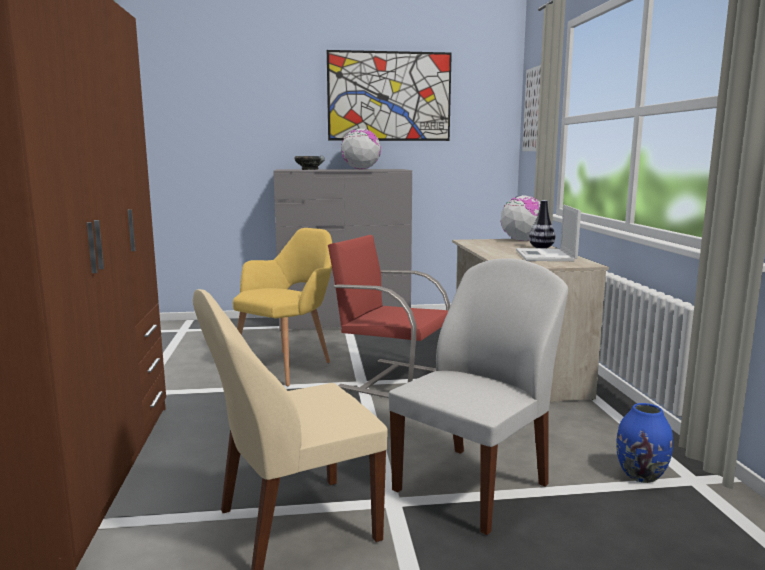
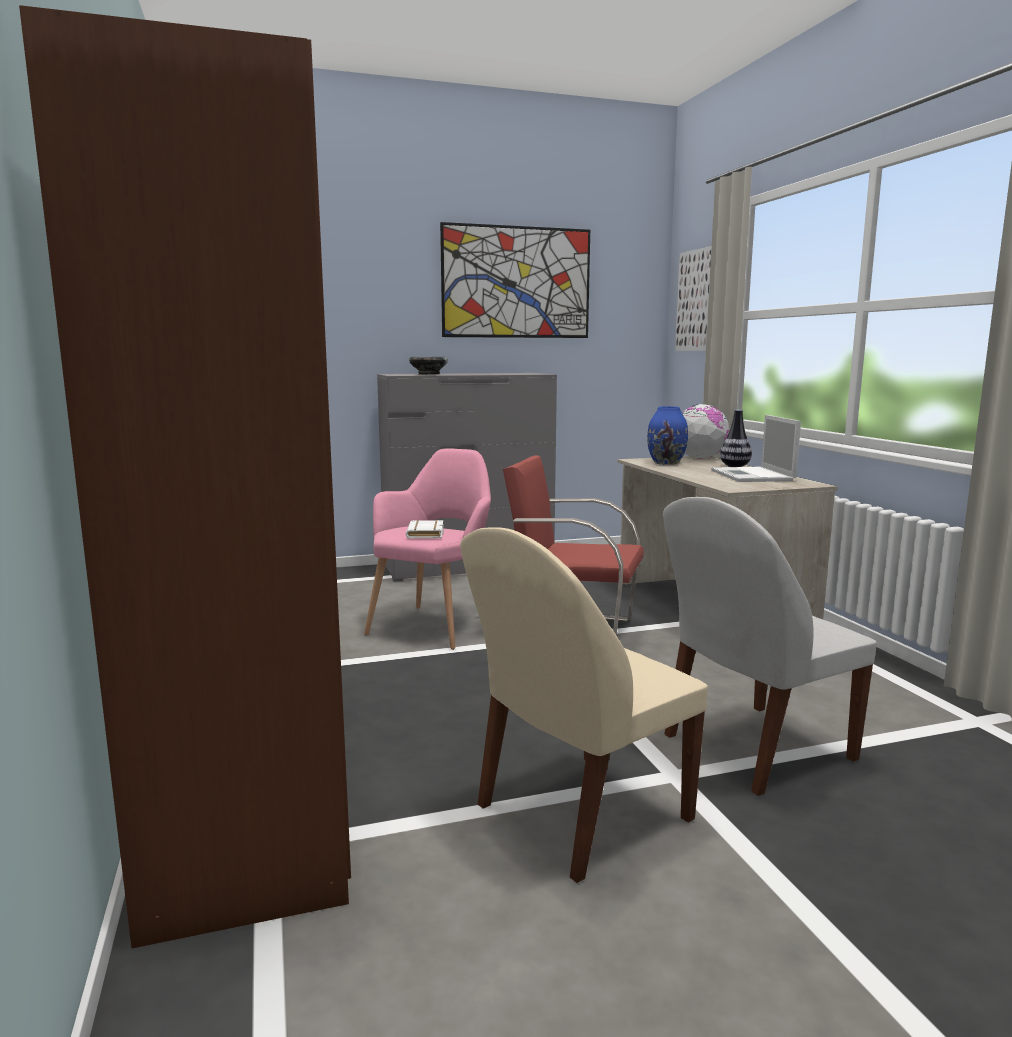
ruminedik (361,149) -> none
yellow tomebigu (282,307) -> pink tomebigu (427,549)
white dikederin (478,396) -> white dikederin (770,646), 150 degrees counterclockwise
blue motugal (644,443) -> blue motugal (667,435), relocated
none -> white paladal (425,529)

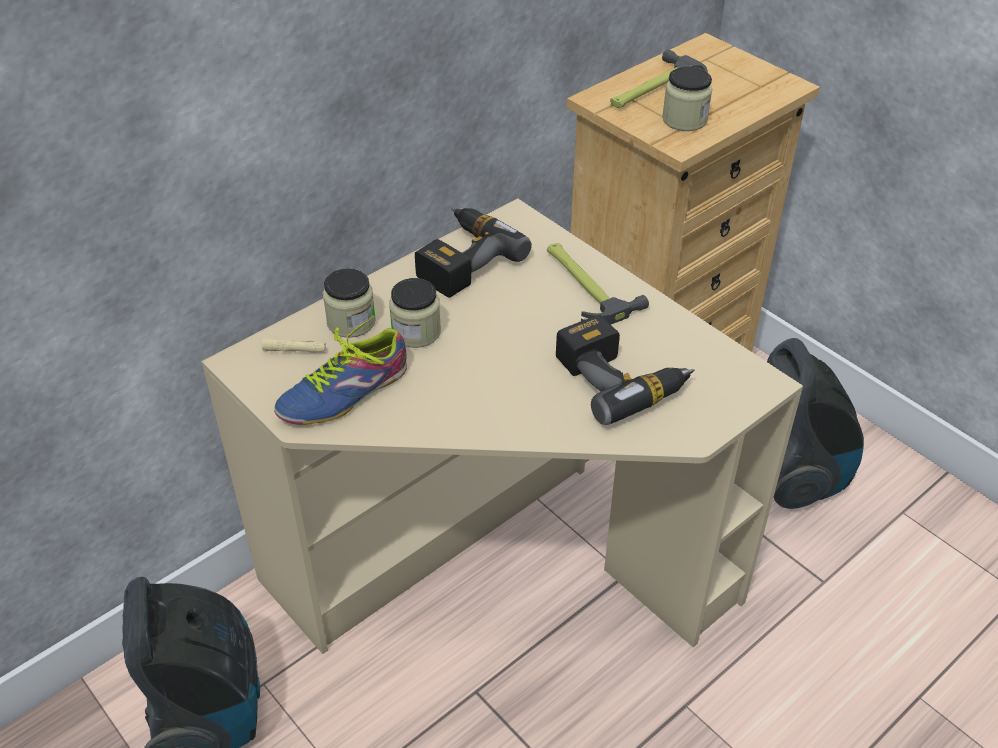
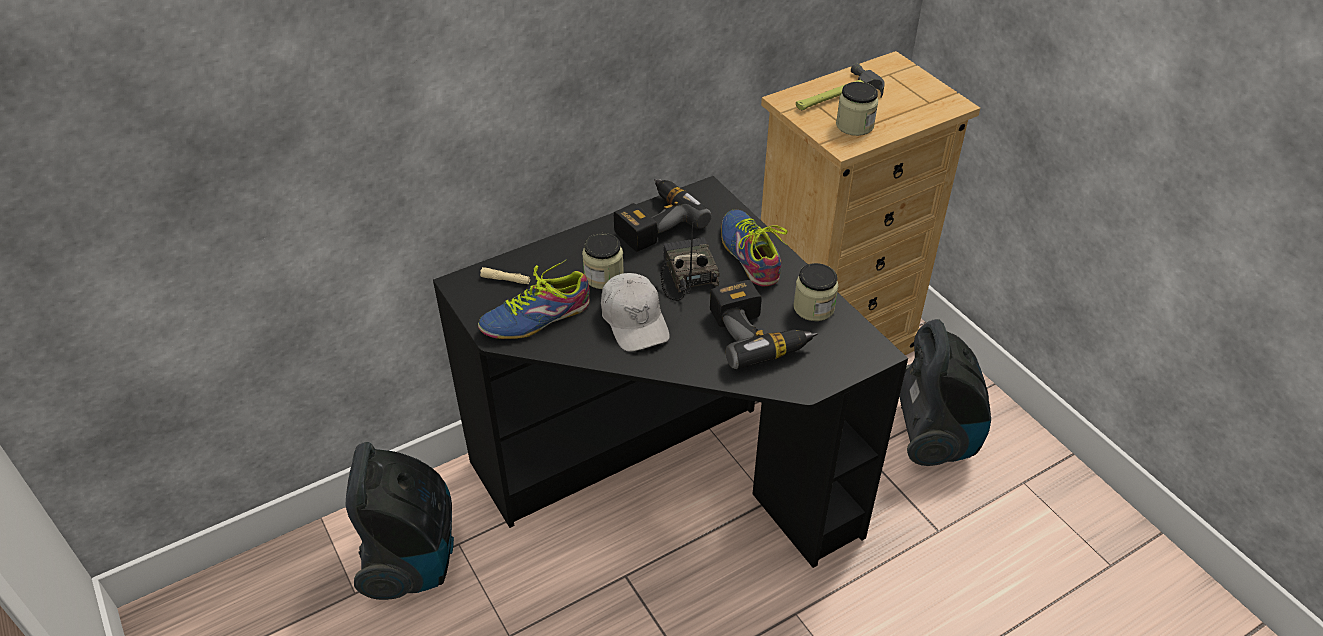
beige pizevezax (502,426) -> black pizevezax (670,372)
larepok (598,283) -> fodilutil (754,248)
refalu (349,303) -> refalu (815,292), relocated
none -> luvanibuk (690,261)
none -> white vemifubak (635,312)

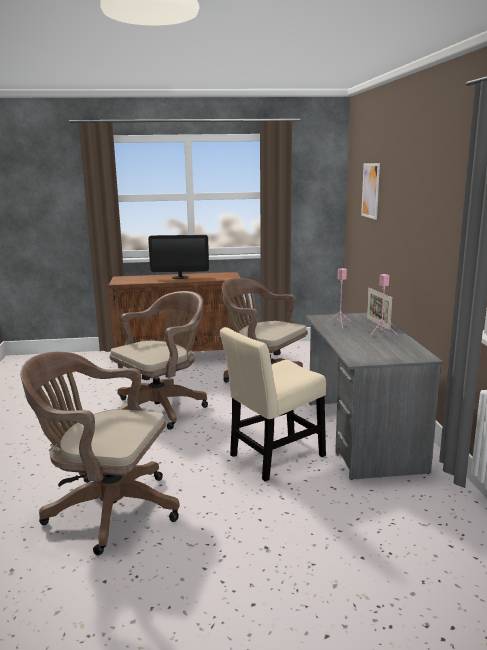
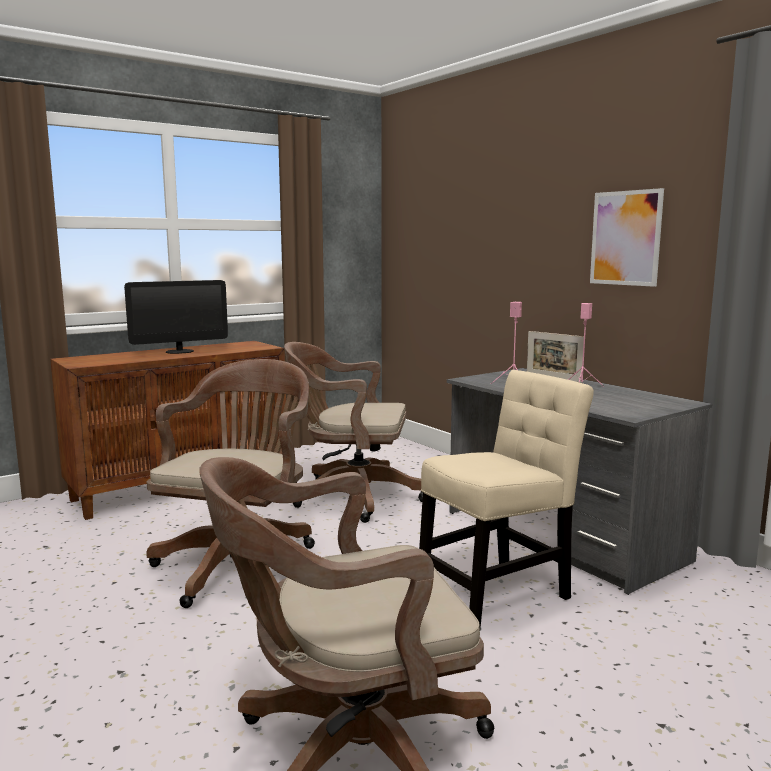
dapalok (370,191) -> dapalok (627,237), relocated
beige dikederin (273,404) -> beige dikederin (506,499), 150 degrees counterclockwise

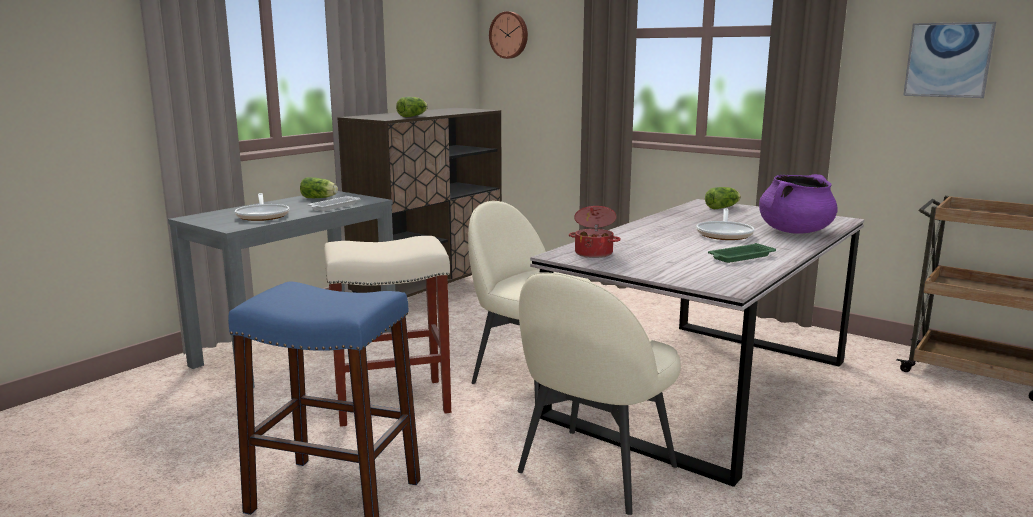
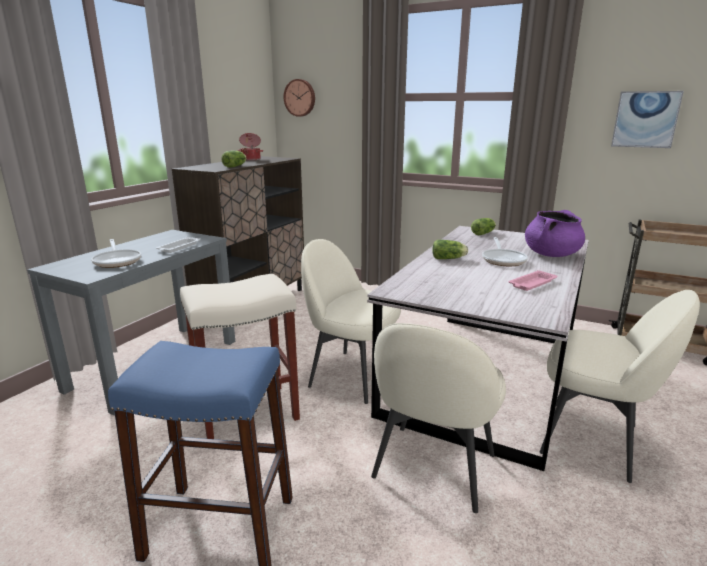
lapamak (319,187) -> lapamak (450,249), relocated
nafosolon (595,232) -> nafosolon (250,146), relocated
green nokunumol (742,253) -> pink nokunumol (533,280)
none -> beige dikederin (620,386)

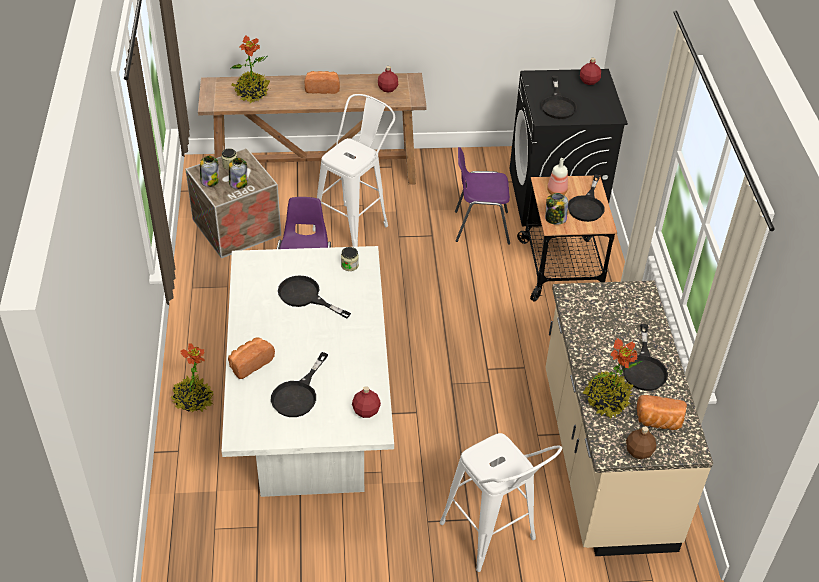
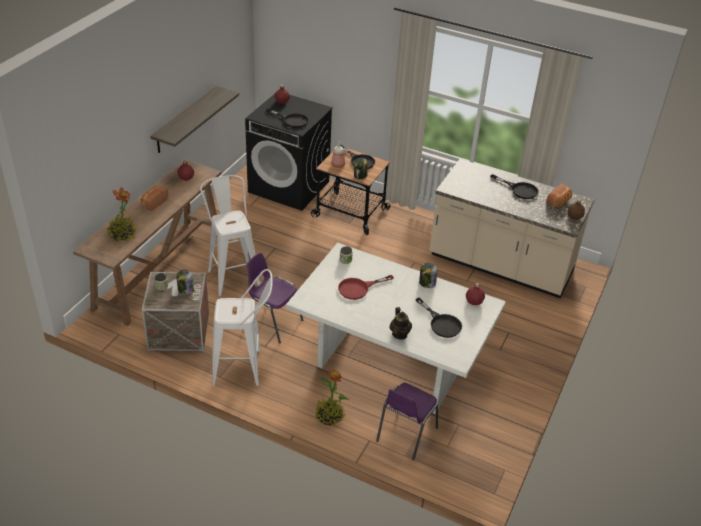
purple dikederin (482,196) -> purple dikederin (407,421), relocated
refalu (209,171) -> refalu (428,275), relocated
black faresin (314,297) -> red faresin (366,287)
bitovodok (251,358) -> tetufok (400,323)
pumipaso (612,378) -> none
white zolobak (501,502) -> white zolobak (242,327), relocated
none -> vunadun (194,119)

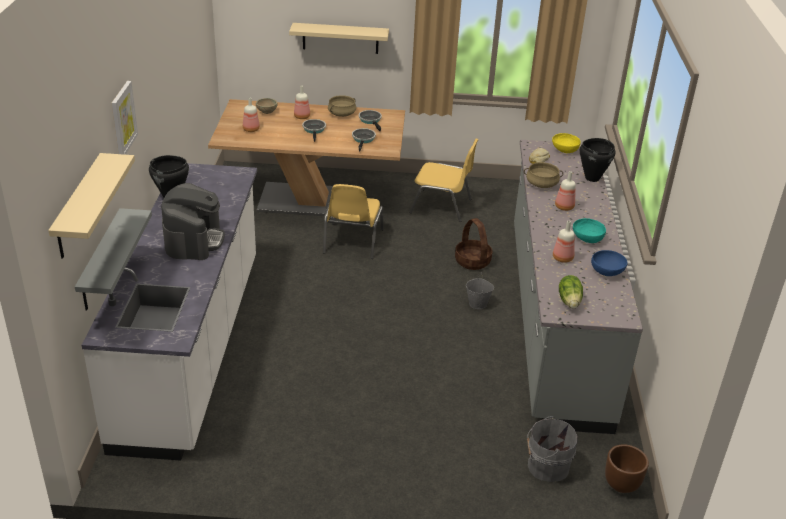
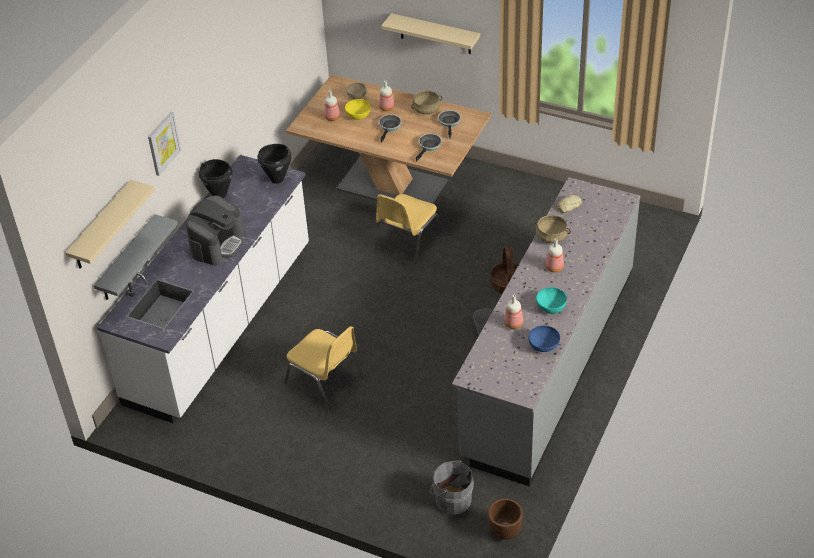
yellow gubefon (566,143) -> yellow gubefon (358,109), relocated
yellow dikederin (444,180) -> yellow dikederin (324,367), relocated
black nafosolon (597,160) -> black nafosolon (274,164), relocated
lapamak (571,292) -> none

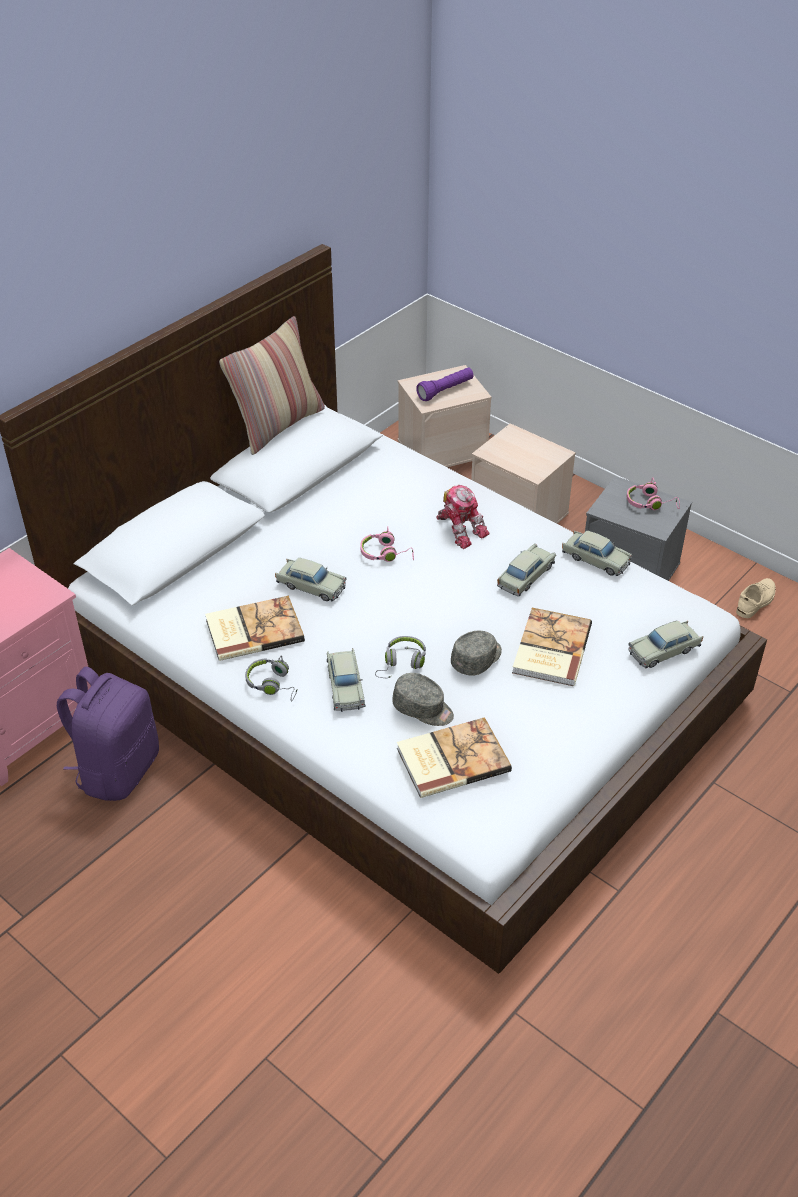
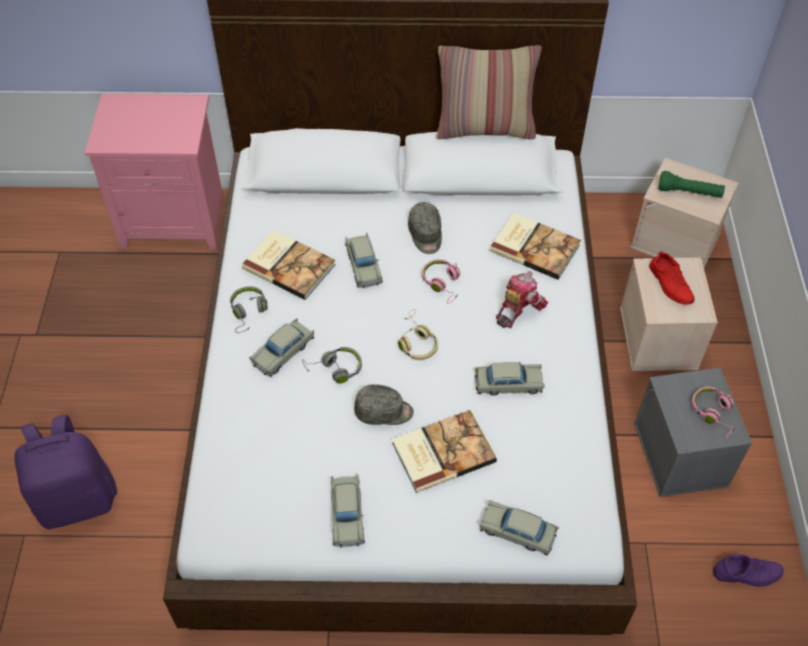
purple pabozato (444,384) -> green pabozato (691,184)
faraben (463,517) -> faraben (522,300), 150 degrees counterclockwise
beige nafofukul (597,553) -> beige nafofukul (348,511), relocated
beige fodilutil (756,598) -> purple fodilutil (748,570)
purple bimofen (108,734) -> purple bimofen (65,472), relocated
grey vemifubak (423,699) -> grey vemifubak (425,228), relocated
paladal (454,757) -> paladal (535,246), relocated
none -> red fodilutil (671,278)
none -> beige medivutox (418,334)

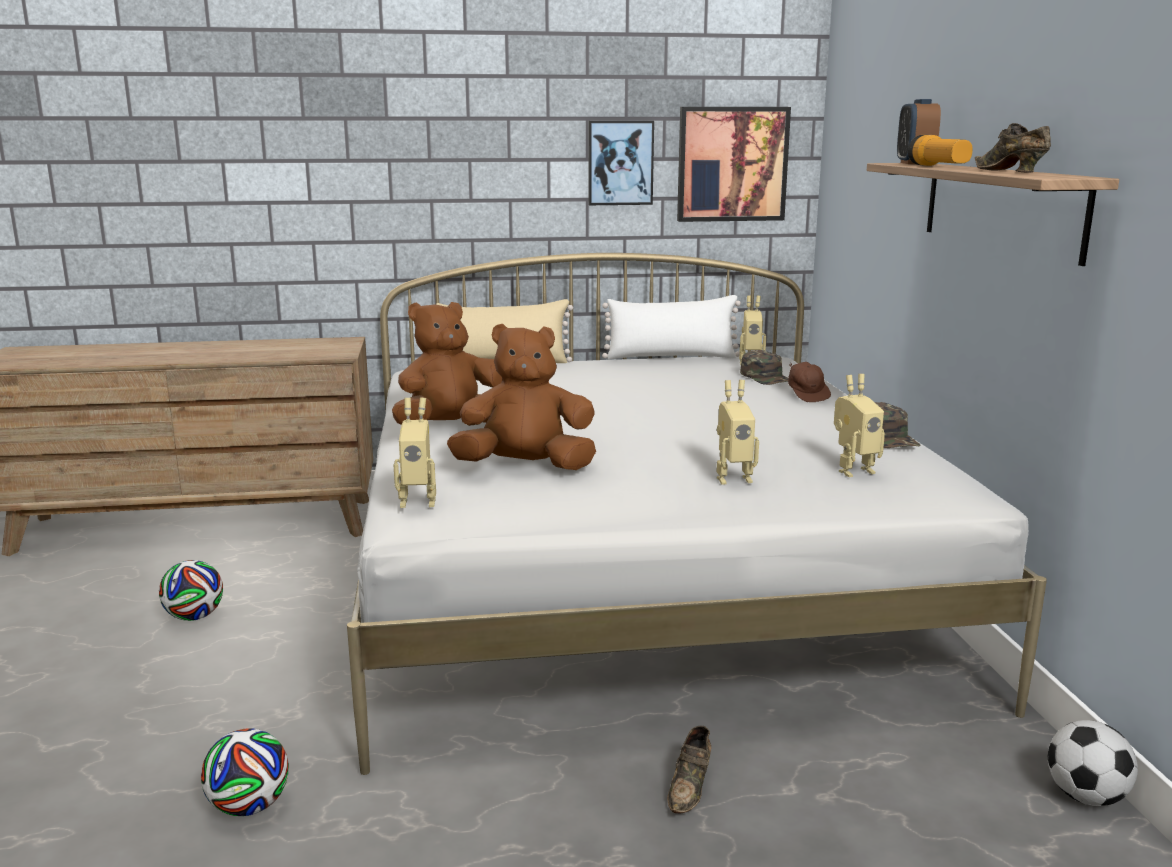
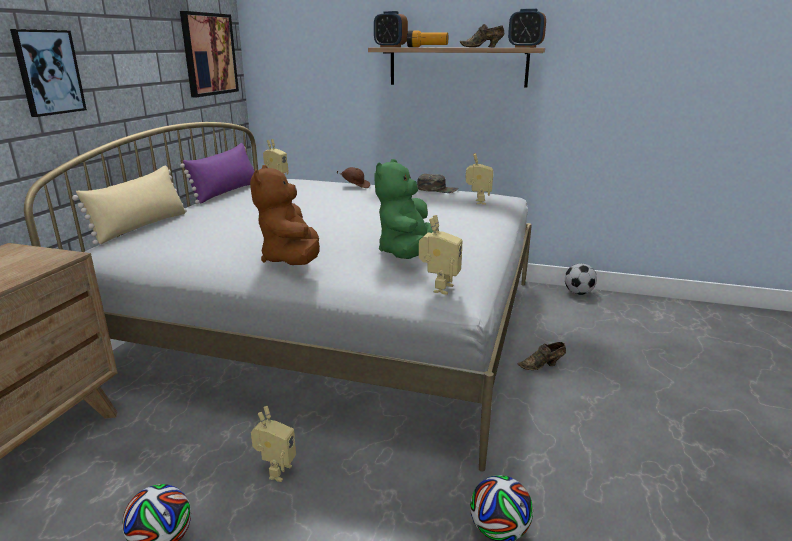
dapalok (621,163) -> dapalok (48,73), relocated
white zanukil (671,327) -> purple zanukil (217,173)
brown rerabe (521,397) -> green rerabe (403,209)
green vemifubak (764,367) -> none
faraben (738,432) -> faraben (273,444), relocated
brown fodilutil (689,769) -> brown fodilutil (541,356), 120 degrees clockwise
none -> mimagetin (527,28)

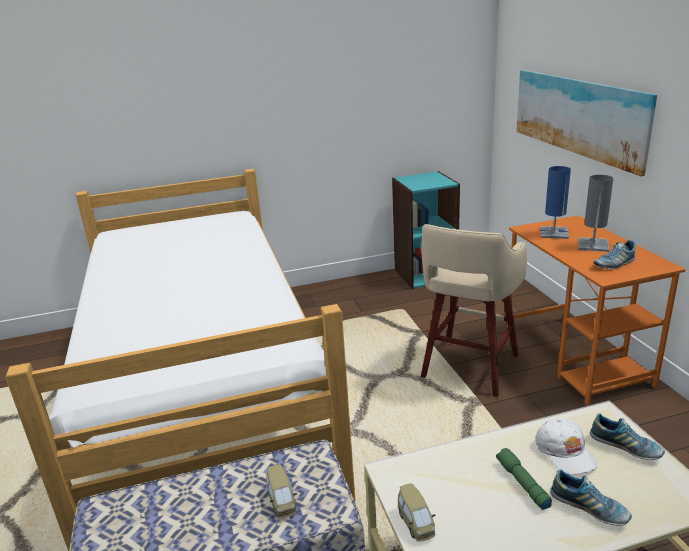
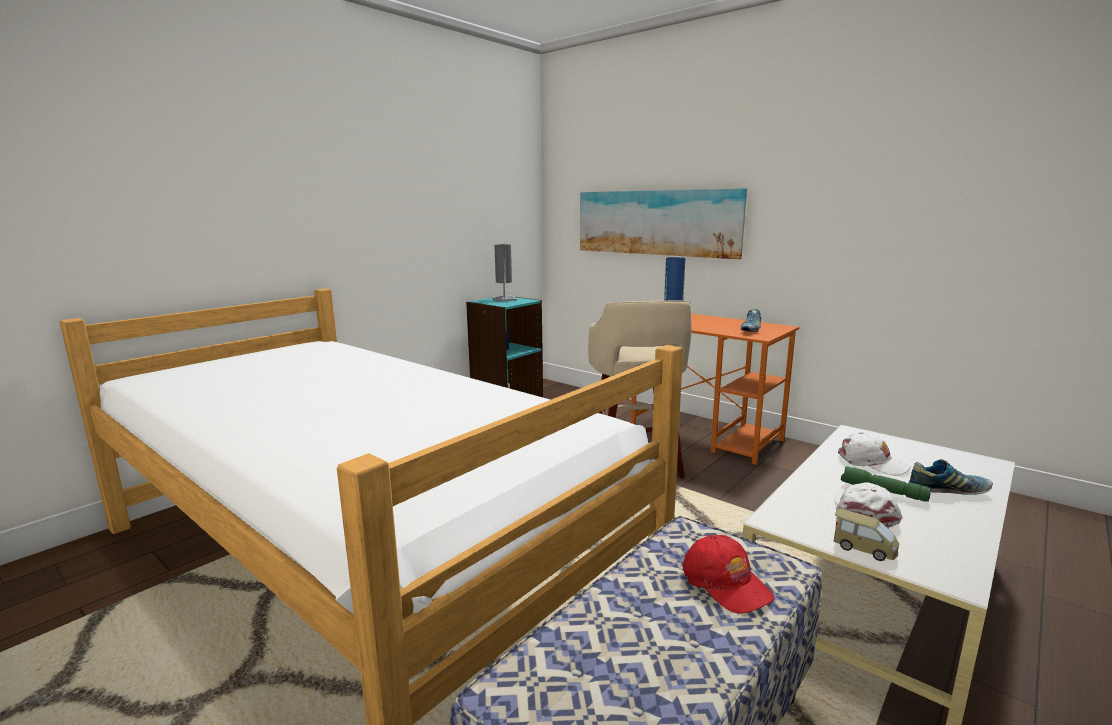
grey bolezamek (595,213) -> grey bolezamek (504,273), relocated
fodilutil (627,437) -> none
nafofukul (281,491) -> red vemifubak (728,574)
none -> white vemifubak (868,504)

